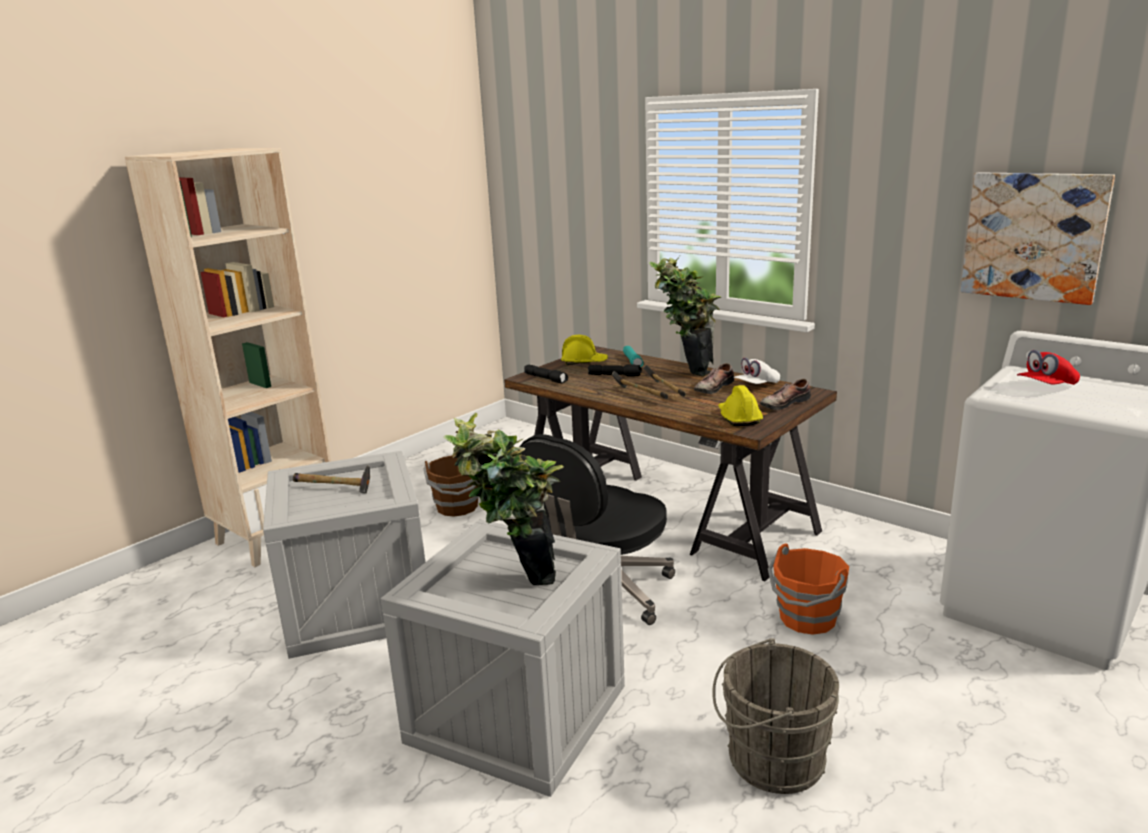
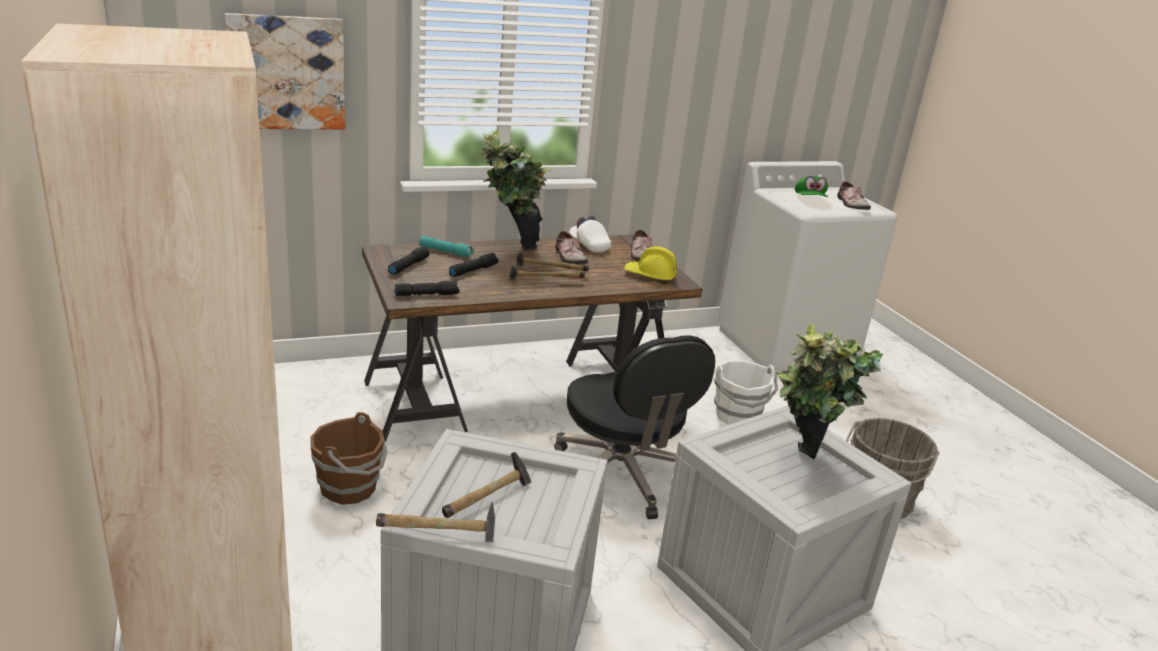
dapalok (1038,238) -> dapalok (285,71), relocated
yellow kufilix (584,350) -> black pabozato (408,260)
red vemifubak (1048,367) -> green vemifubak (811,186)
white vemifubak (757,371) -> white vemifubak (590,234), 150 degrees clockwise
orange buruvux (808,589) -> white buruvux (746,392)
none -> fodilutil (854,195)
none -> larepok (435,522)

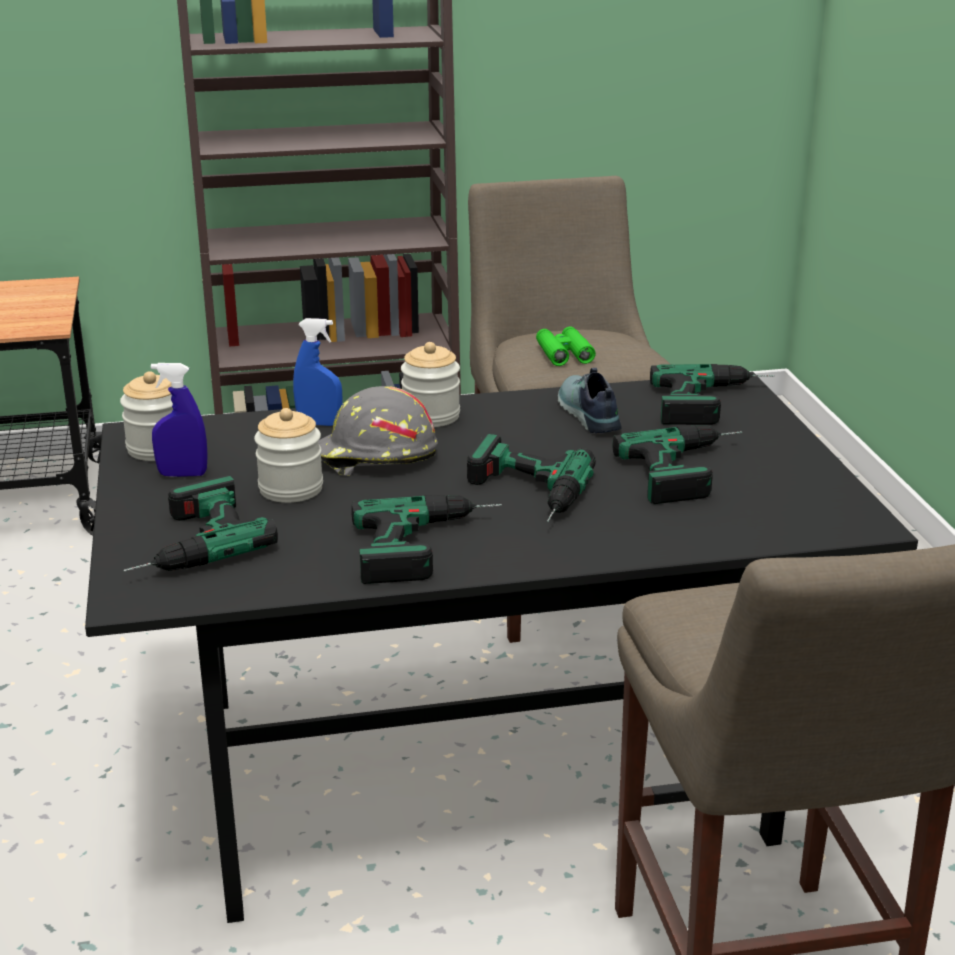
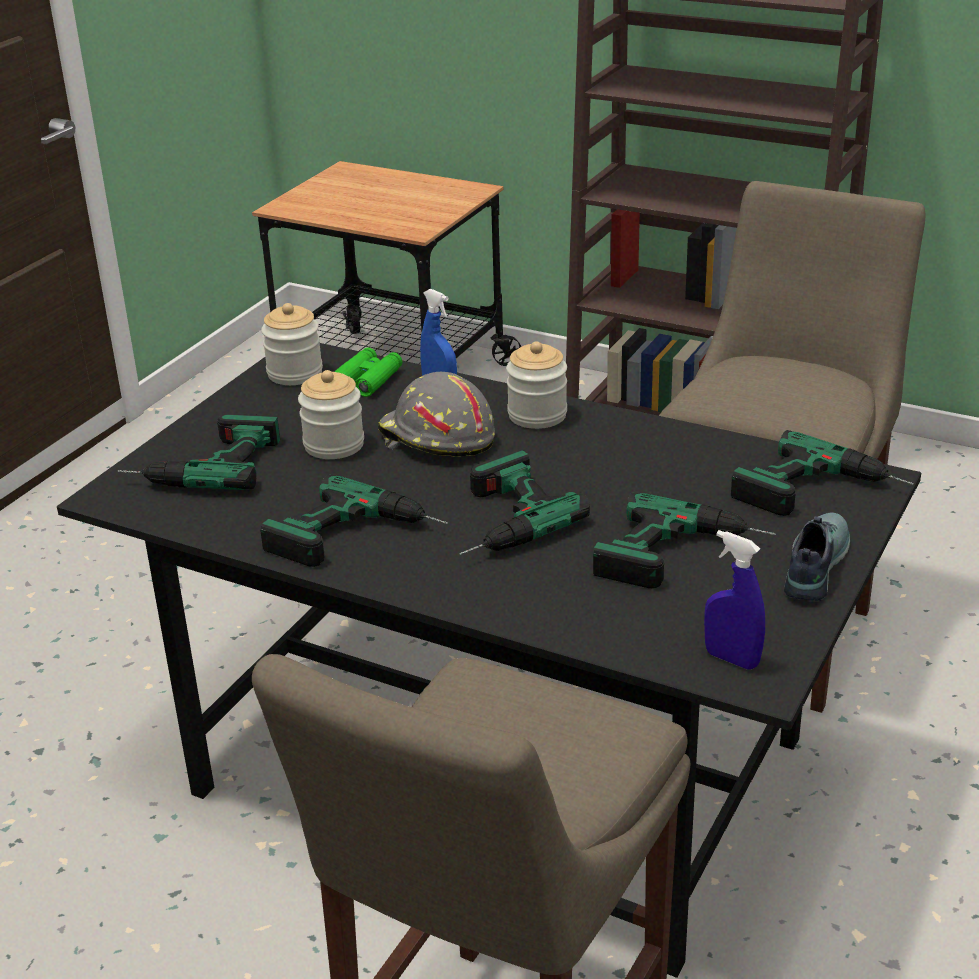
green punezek (566,346) -> green punezek (368,372), relocated
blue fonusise (179,420) -> blue fonusise (734,600), relocated
fodilutil (590,400) -> fodilutil (817,556), relocated

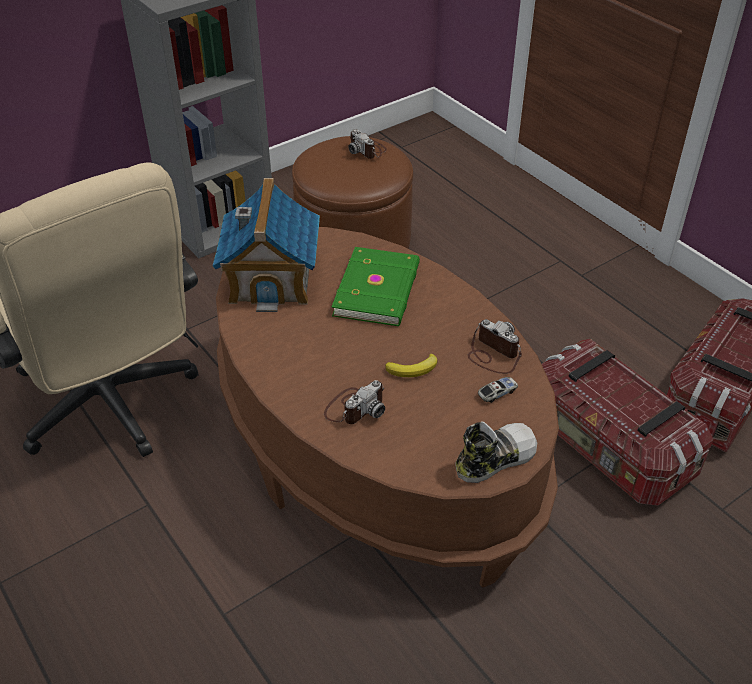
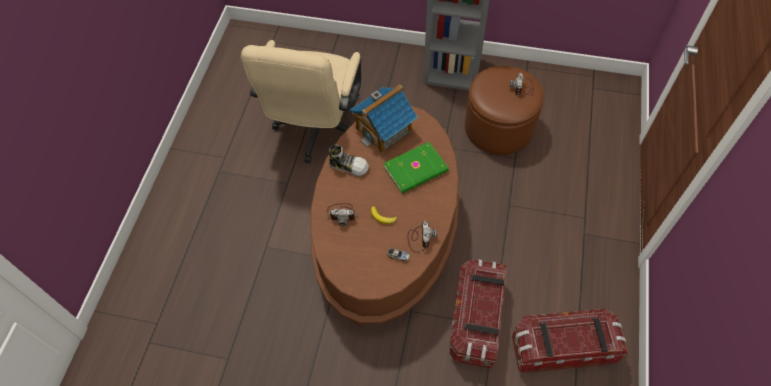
fodilutil (496,452) -> fodilutil (349,161), relocated

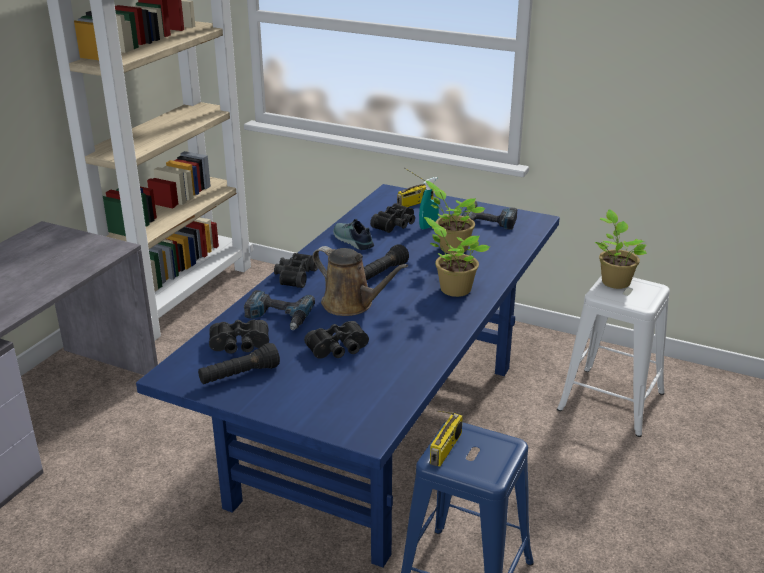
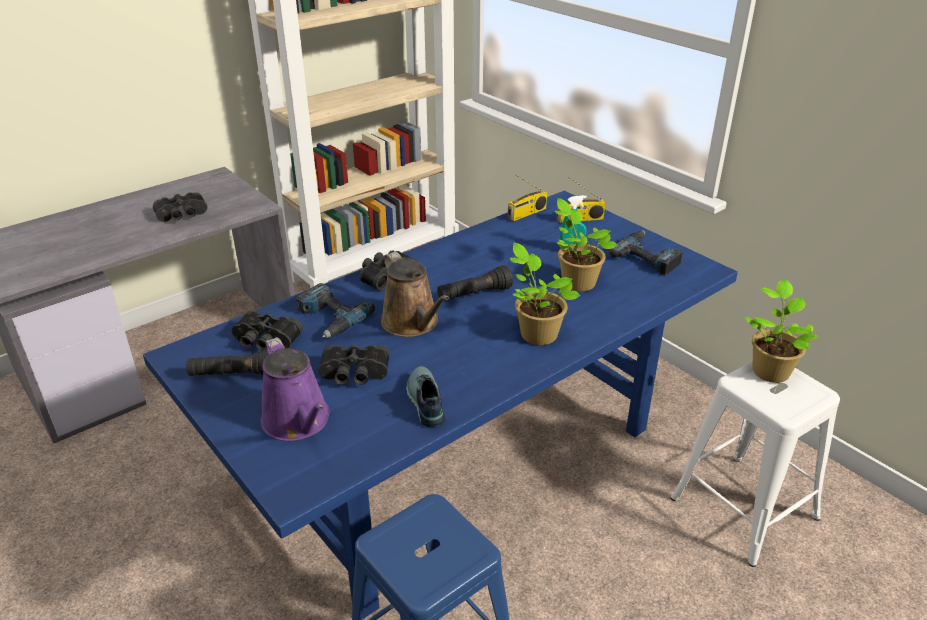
black punezek (392,218) -> black punezek (180,207), relocated
fodilutil (353,234) -> fodilutil (426,396), relocated
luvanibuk (446,439) -> luvanibuk (527,198), relocated
none -> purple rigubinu (295,389)

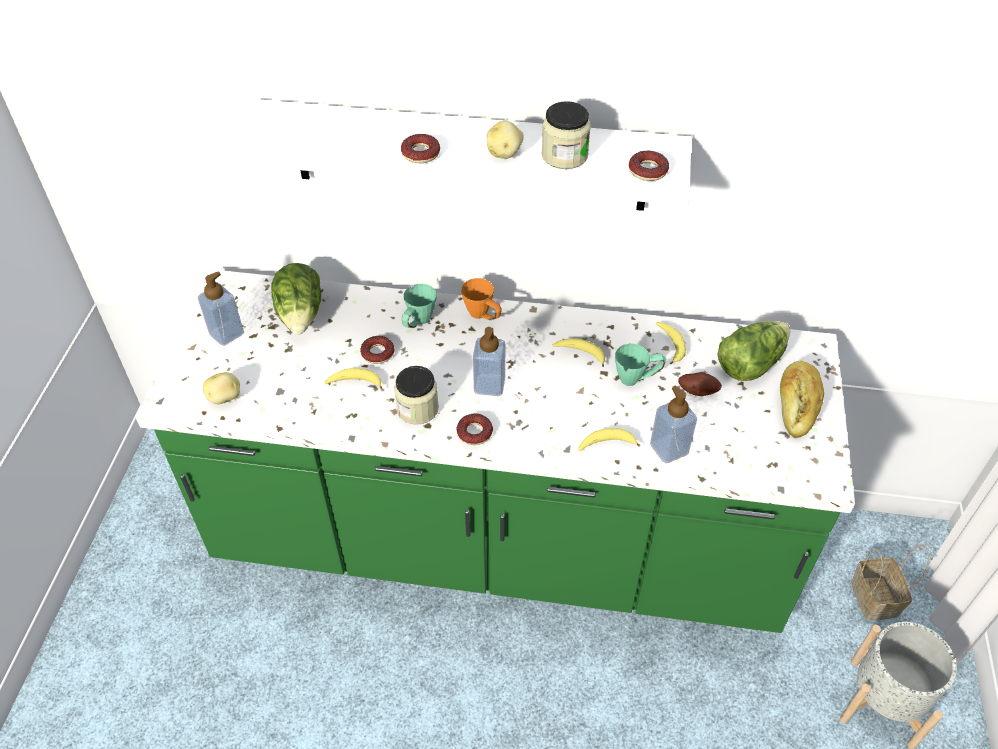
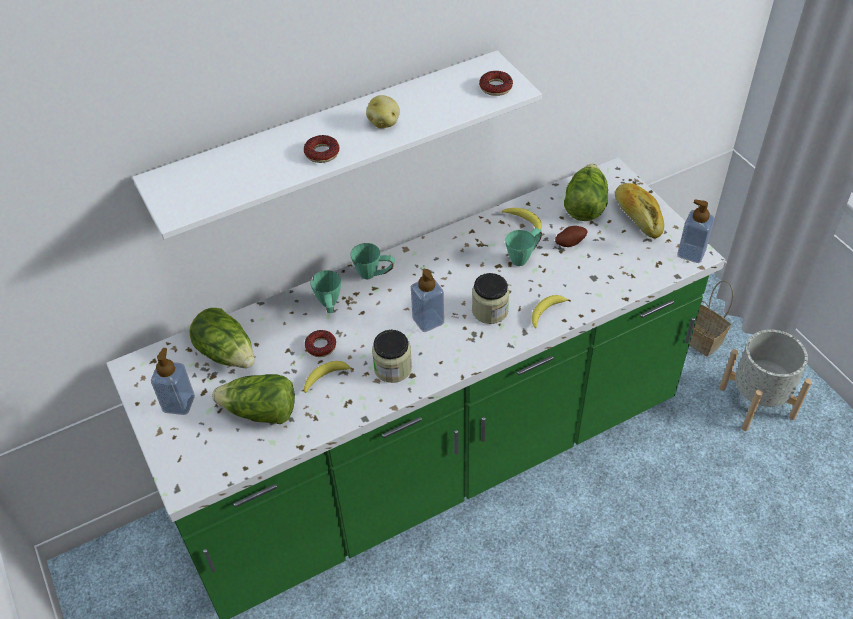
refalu (566,135) -> refalu (490,298), relocated
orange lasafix (481,299) -> green lasafix (372,261)
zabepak (578,352) -> none
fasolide (221,388) -> none
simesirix (673,424) -> simesirix (696,231), relocated
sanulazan (475,429) -> none
none -> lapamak (253,399)

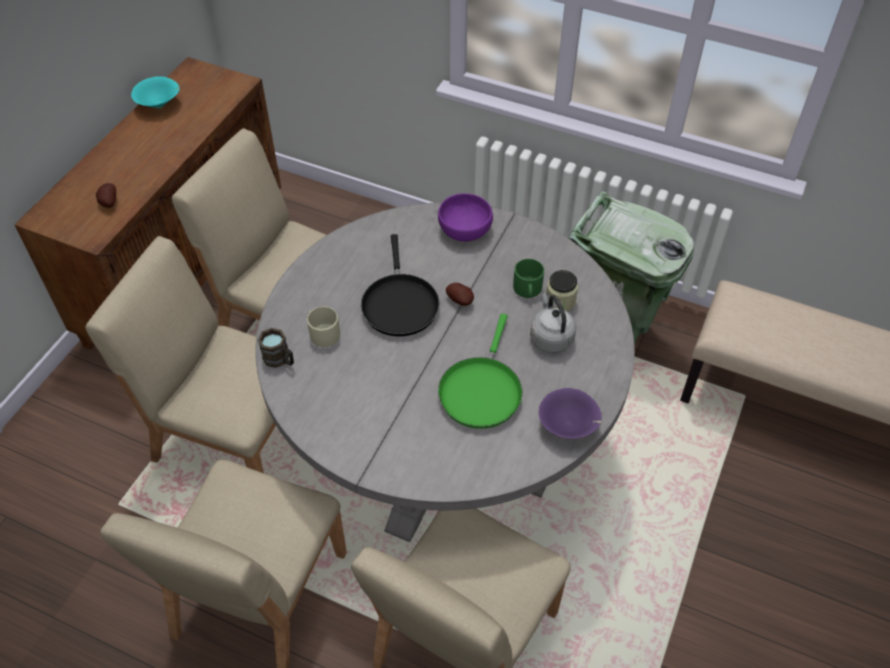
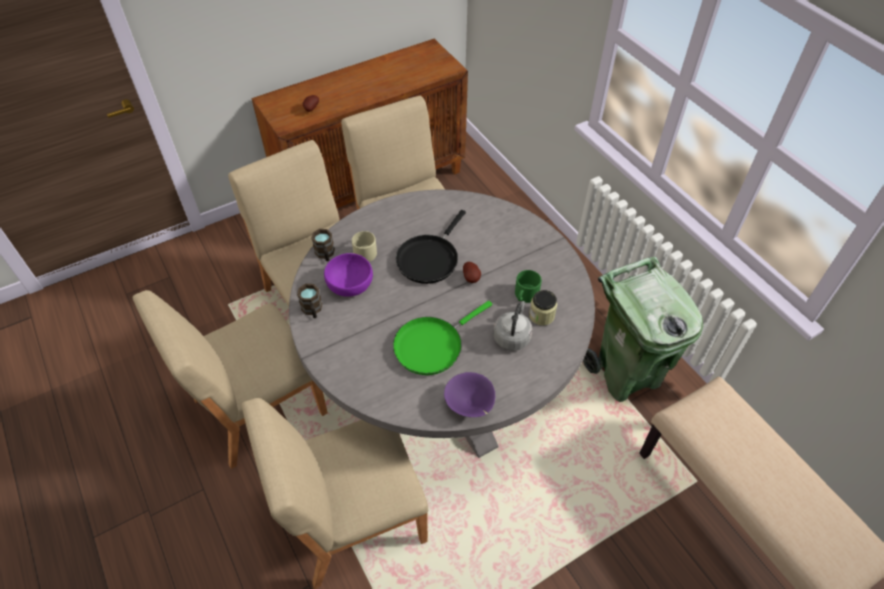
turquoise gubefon (155,92) -> none
purple gubefon (465,217) -> purple gubefon (348,275), relocated
none -> brown lasafix (309,301)

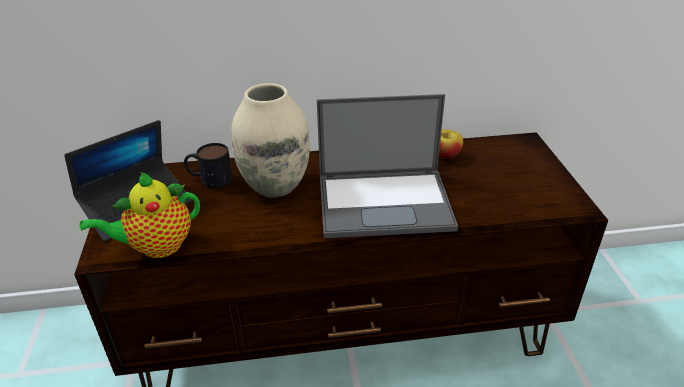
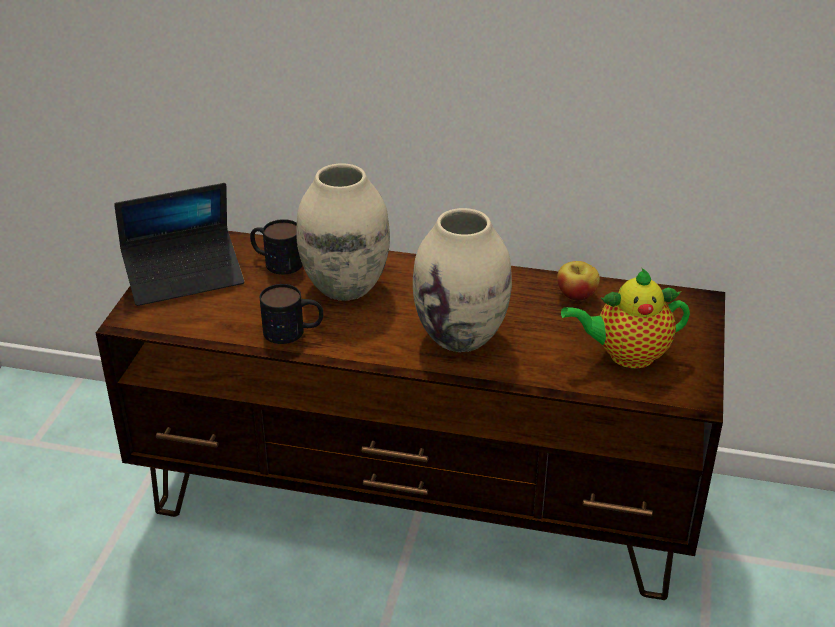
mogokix (387,166) -> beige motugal (462,280)
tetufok (140,215) -> tetufok (625,318), relocated
none -> lasafix (291,314)

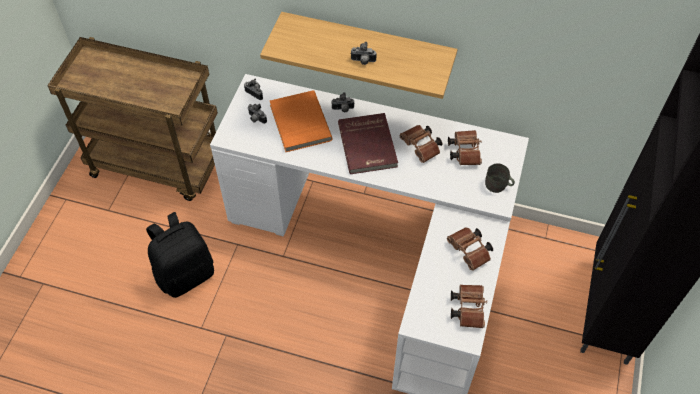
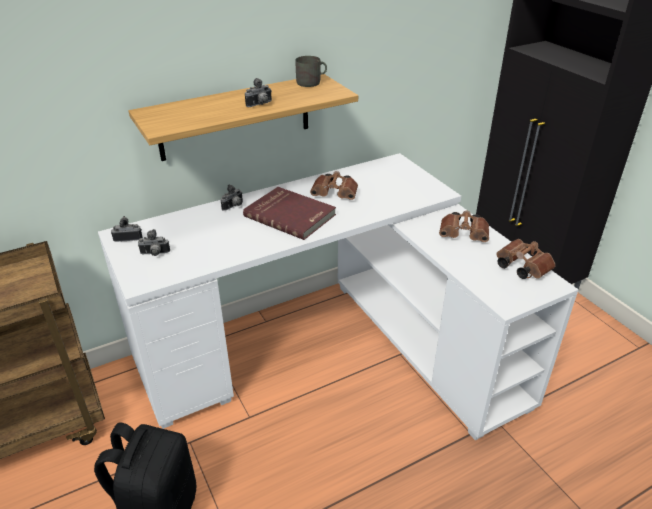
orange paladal (301,121) -> none
brown punezek (465,147) -> none
grey lasafix (500,178) -> grey lasafix (311,71), relocated

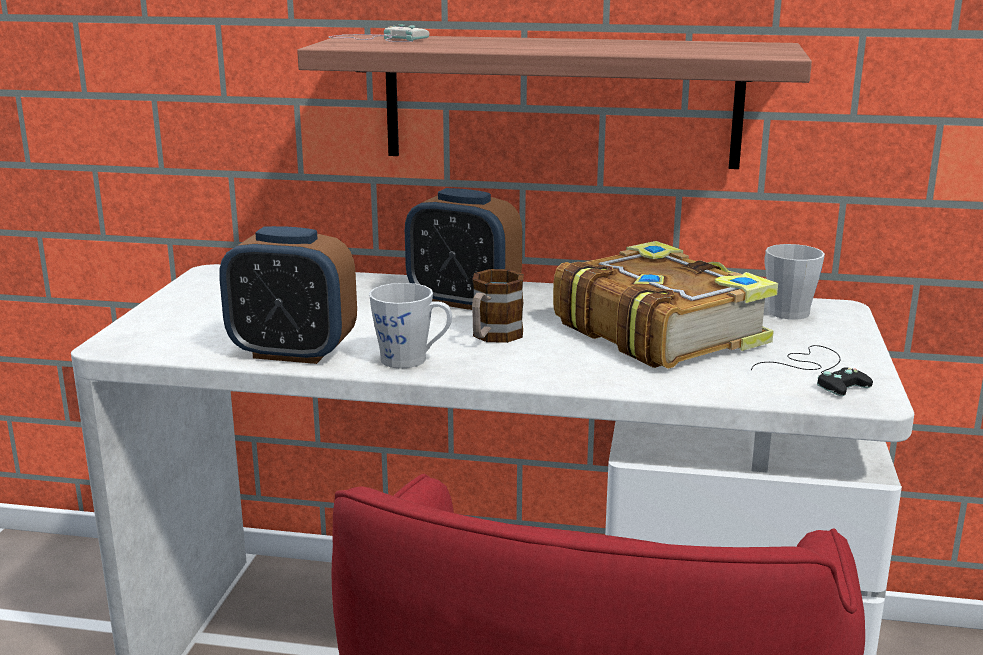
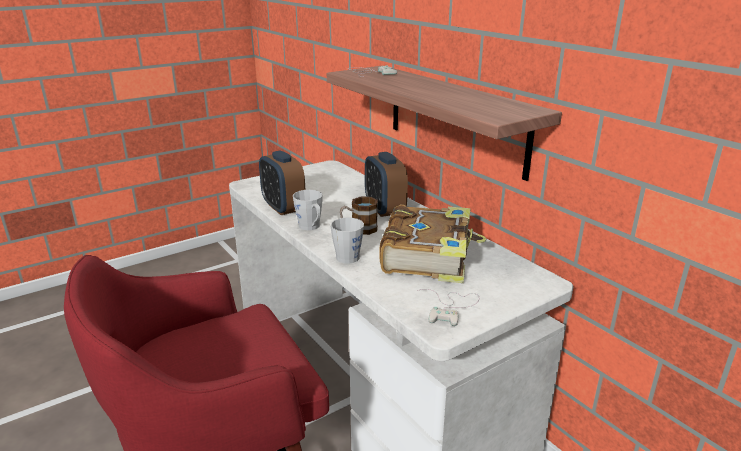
grey lasafix (794,282) -> grey lasafix (347,240), relocated
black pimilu (812,370) -> white pimilu (448,307)

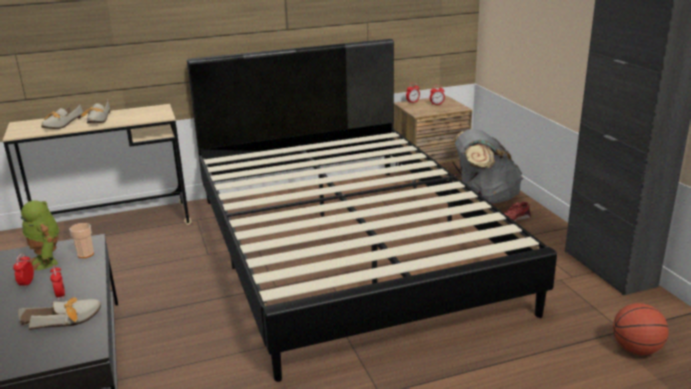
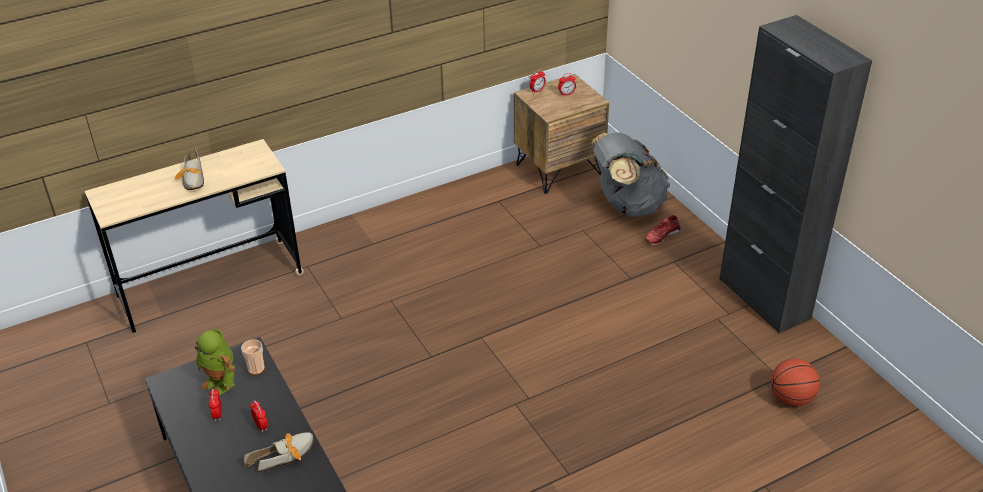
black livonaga (372,210) -> none
fodilutil (62,116) -> none

